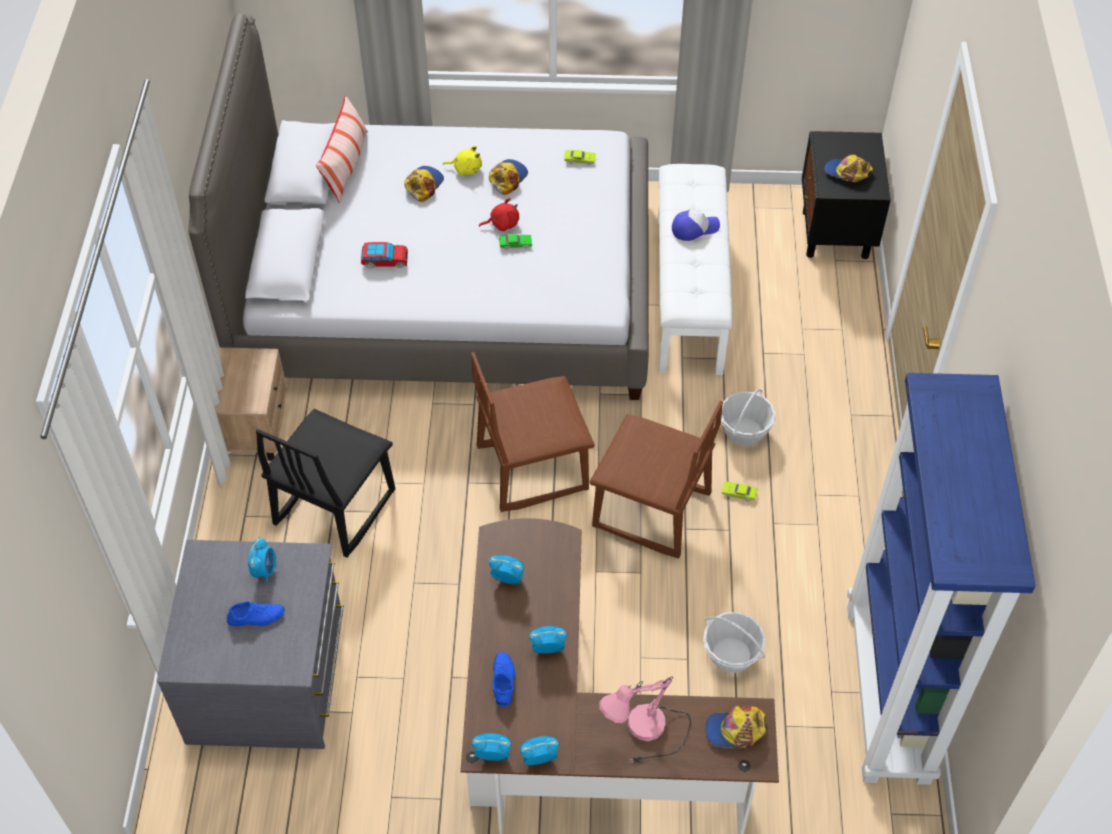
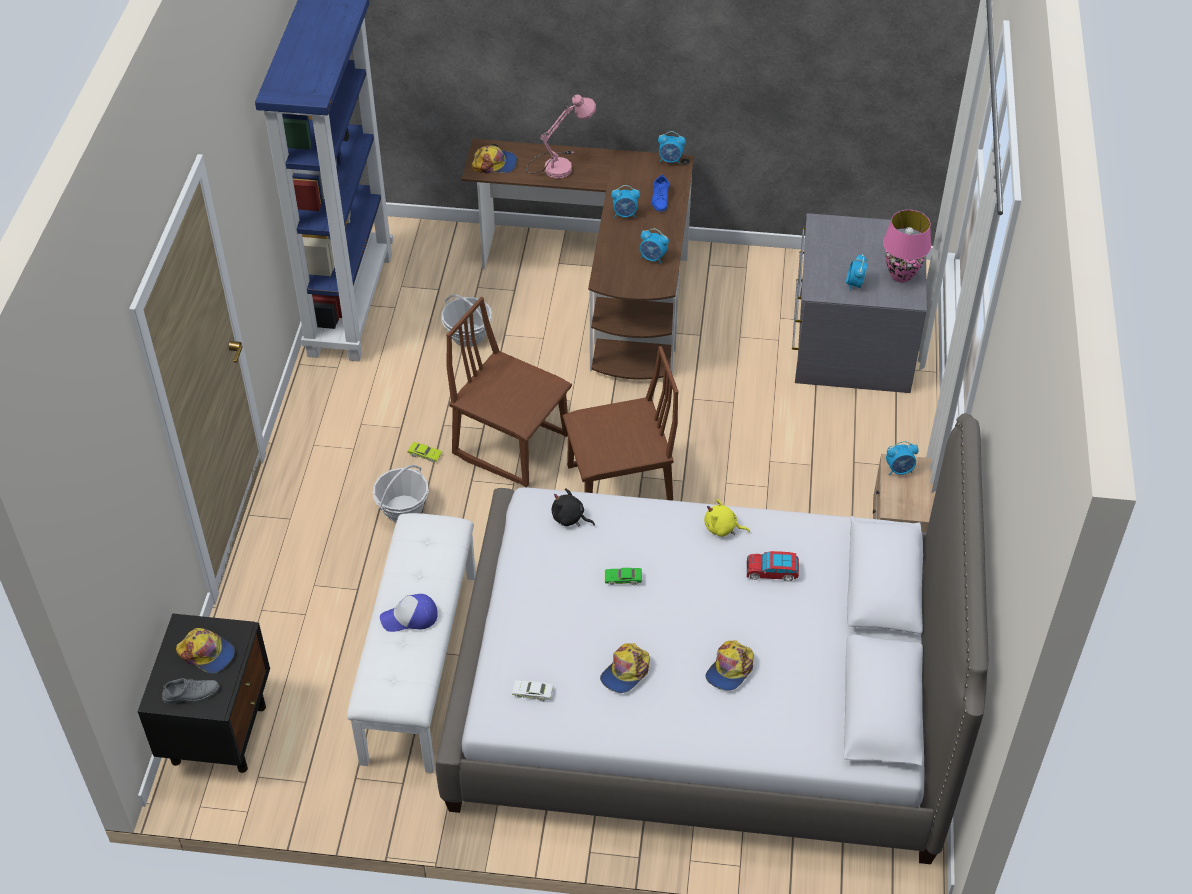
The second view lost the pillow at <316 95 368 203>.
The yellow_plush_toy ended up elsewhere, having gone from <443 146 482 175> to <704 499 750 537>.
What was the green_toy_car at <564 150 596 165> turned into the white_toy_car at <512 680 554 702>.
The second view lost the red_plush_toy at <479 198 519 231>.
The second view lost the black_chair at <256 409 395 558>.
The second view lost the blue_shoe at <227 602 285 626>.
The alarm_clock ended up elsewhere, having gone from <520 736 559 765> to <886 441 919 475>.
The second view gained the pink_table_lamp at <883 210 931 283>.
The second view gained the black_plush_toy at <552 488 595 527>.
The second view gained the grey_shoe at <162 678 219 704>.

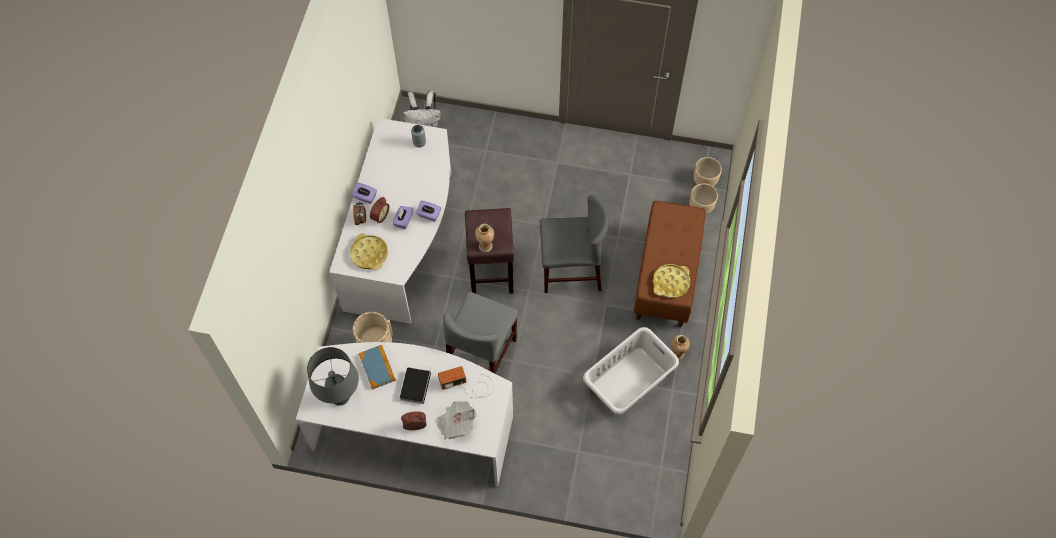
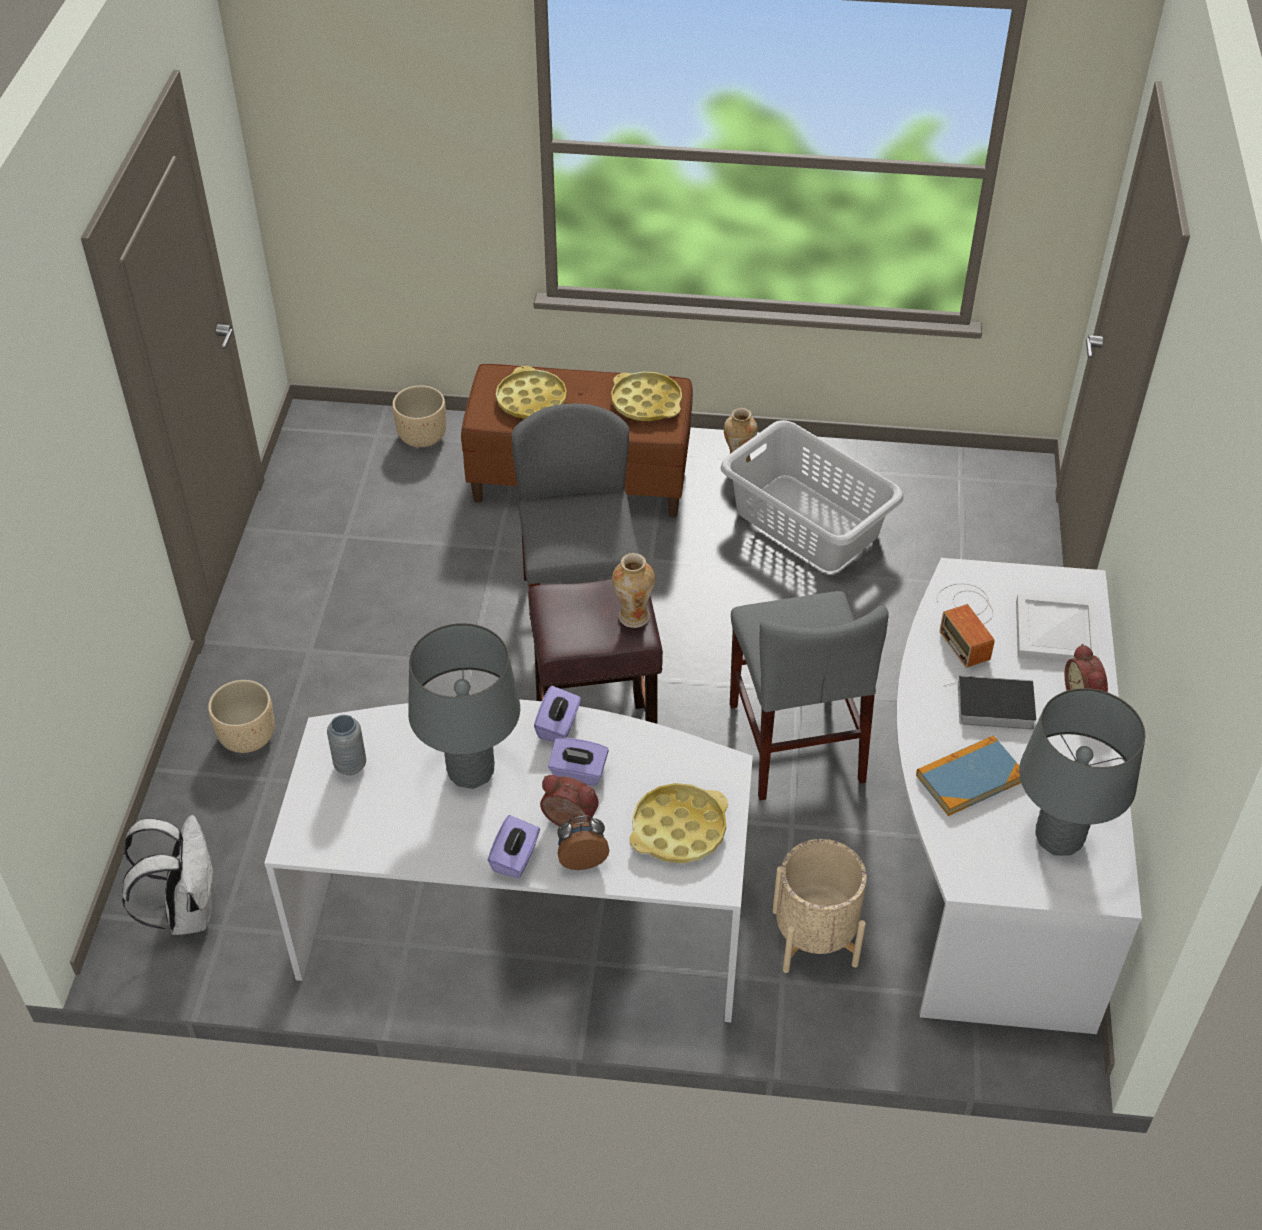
The beige_planter ended up elsewhere, having gone from <694 157 722 187> to <208 680 275 753>.
The grey_chair at <443 292 519 373> ended up facing another way, 60 degrees clockwise from before.
Where the newspaper stood at <435 401 477 440>, the white_tray came to stand at <1016 594 1099 662>.
The second view gained the yellow_tray at <496 366 567 419>.
The second view gained the grey_table_lamp at <408 623 520 789>.

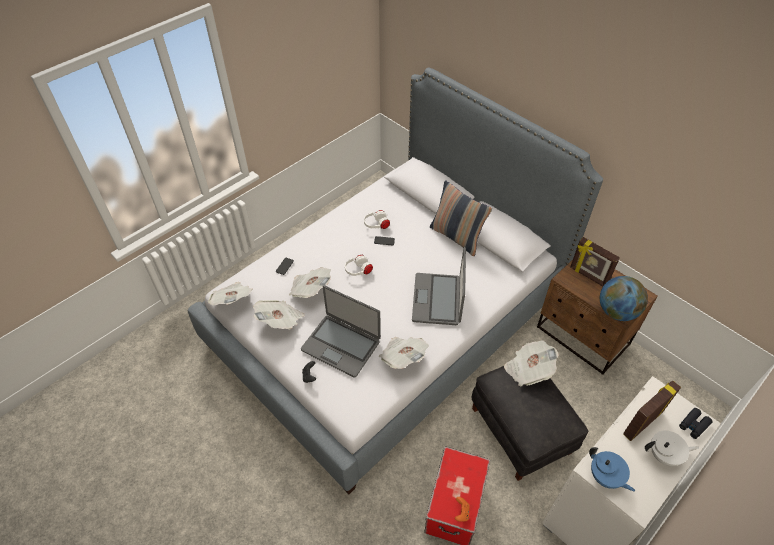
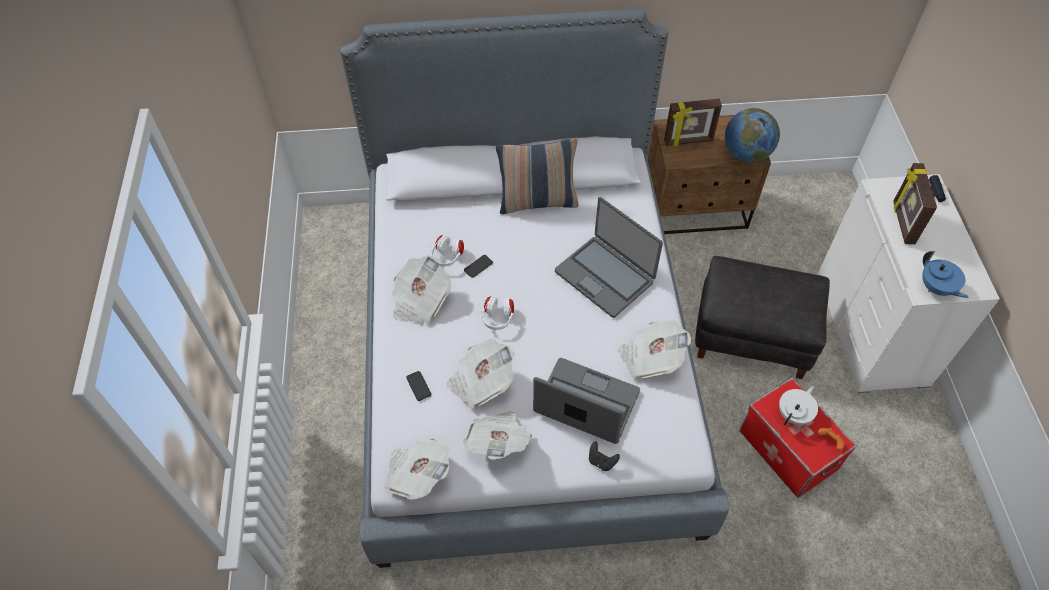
The laptop at <301 285 381 378> ended up facing another way, 135 degrees counterclockwise from before.
The newspaper ended up elsewhere, having gone from <504 340 559 387> to <392 256 451 323>.
The white_teapot ended up elsewhere, having gone from <645 430 699 466> to <779 385 818 426>.
The blue_teapot at <589 447 635 492> ended up facing another way, 60 degrees clockwise from before.

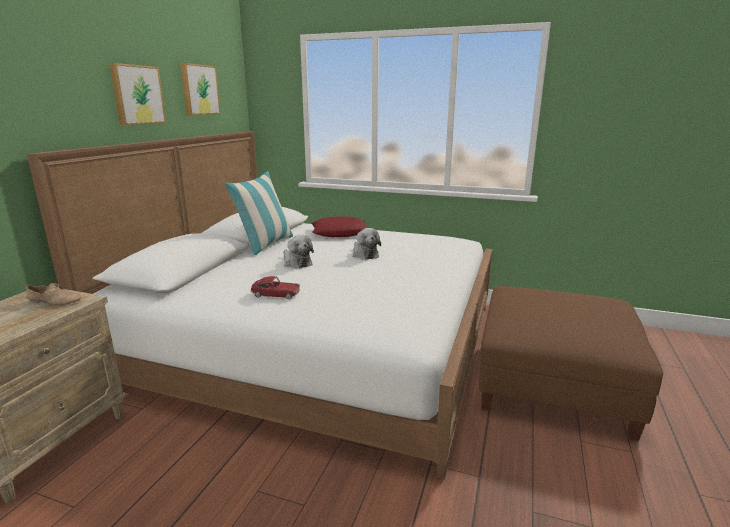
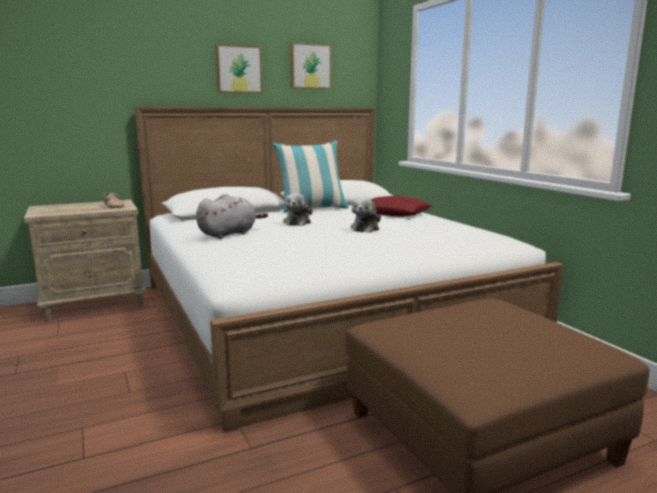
Where the toy_car stood at <250 276 300 299>, the grey_plush_toy came to stand at <196 194 268 239>.

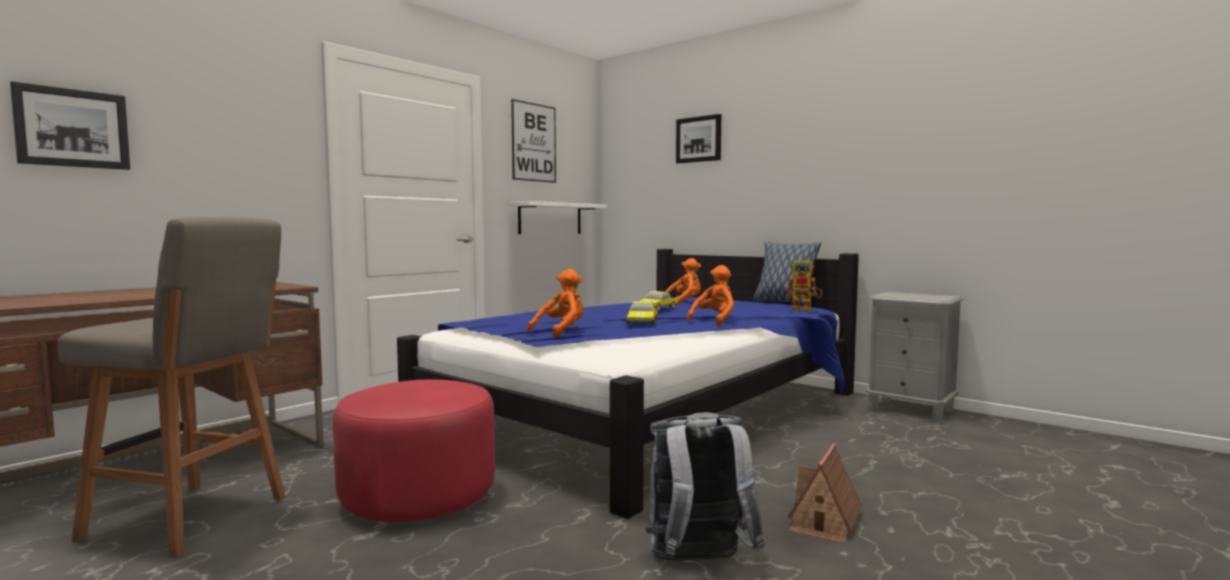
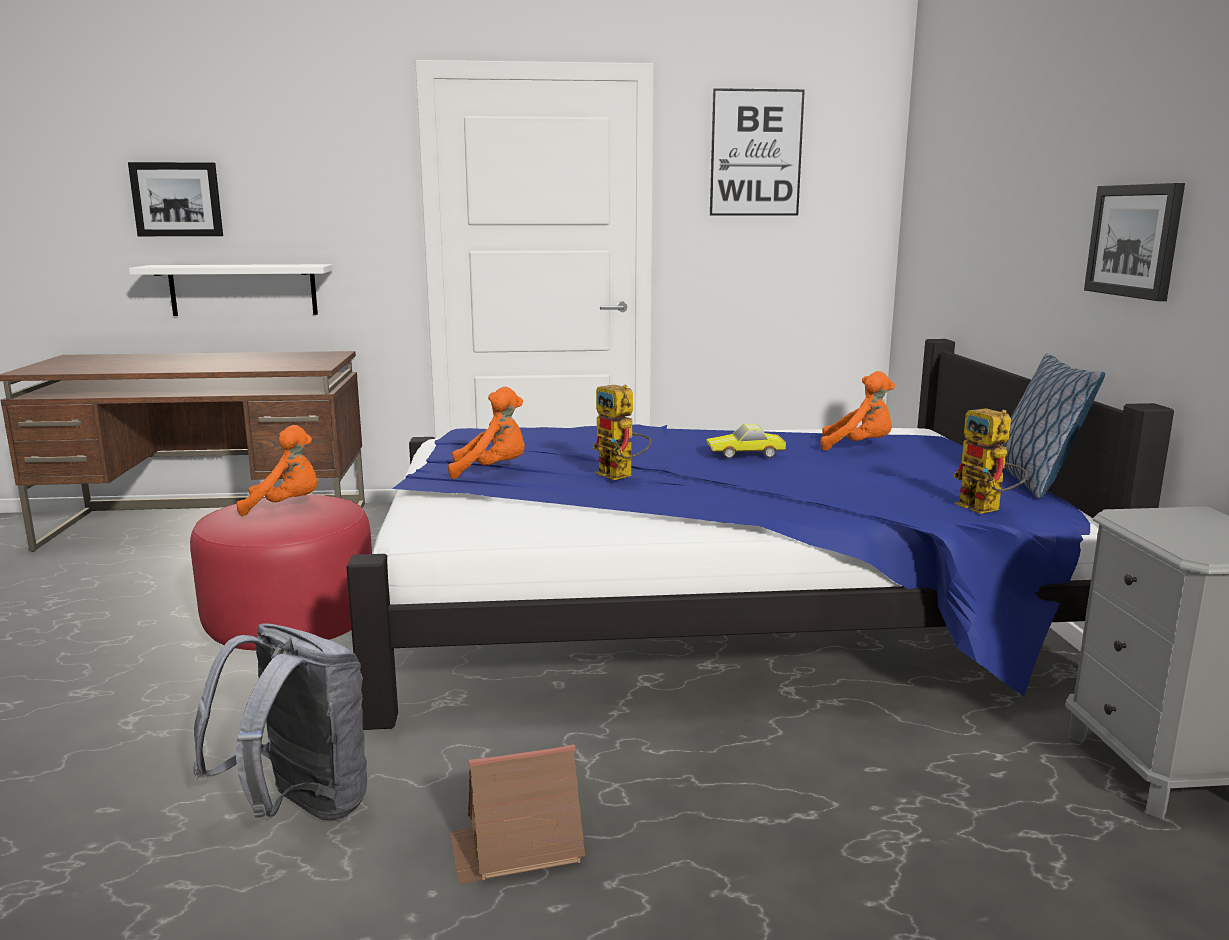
The picture ended up elsewhere, having gone from <676 114 721 164> to <1084 183 1185 301>.
The white_shelf ended up elsewhere, having gone from <509 201 607 234> to <129 264 333 316>.
The second view lost the grey_stool at <57 217 285 558>.
The orange_plush_toy ended up elsewhere, having gone from <687 265 734 326> to <237 425 318 516>.
Where the toy_car stood at <626 301 658 324>, the toy_robot came to stand at <593 385 651 480>.

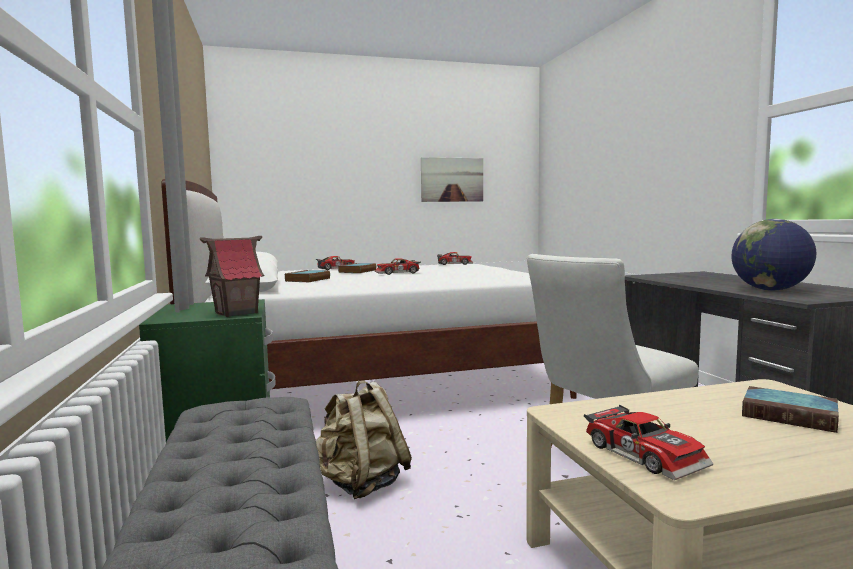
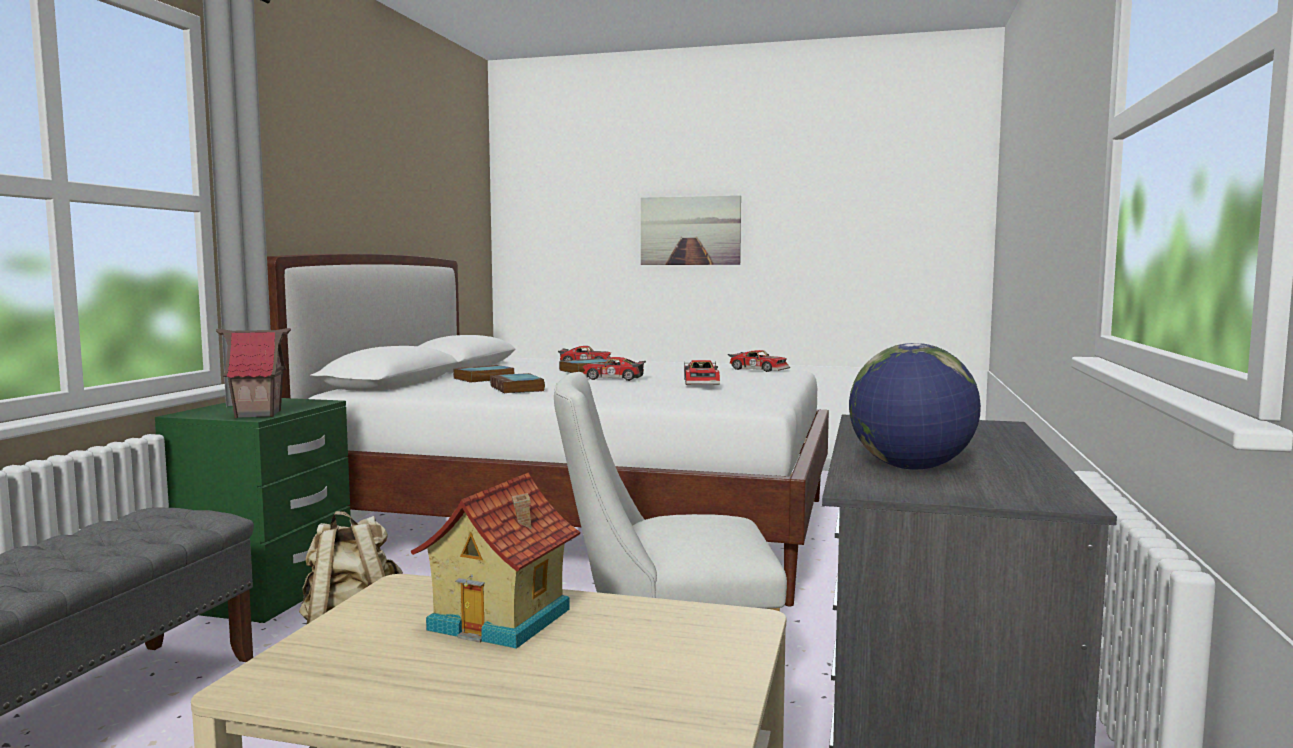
The picture ended up elsewhere, having gone from <421 157 483 202> to <641 195 741 265>.
The book ended up elsewhere, having gone from <742 386 839 433> to <490 373 545 393>.
The toy_car ended up elsewhere, having gone from <584 405 713 480> to <684 360 720 385>.
The second view gained the toy_house at <411 472 580 649>.

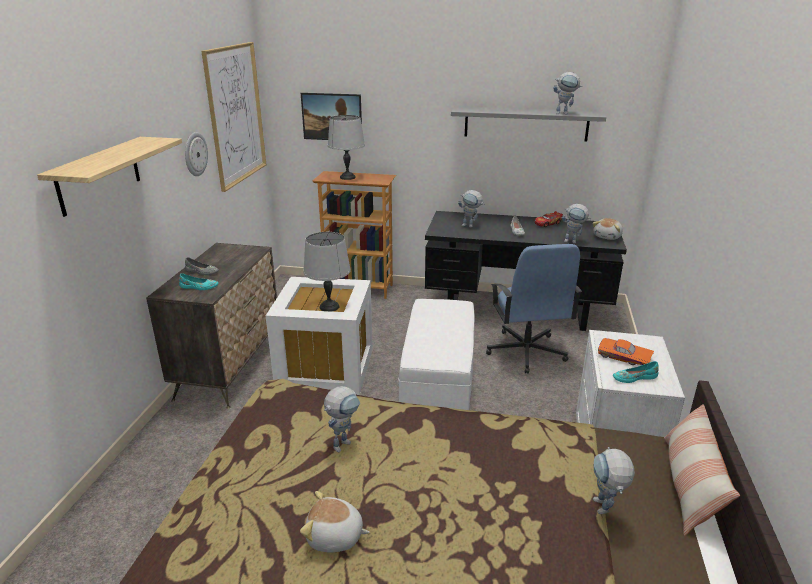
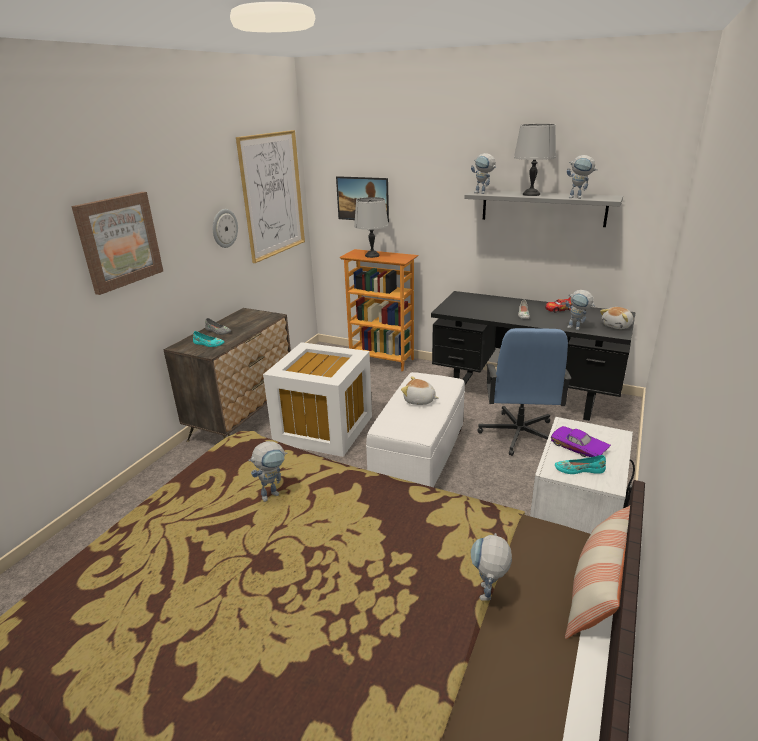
Where the shelf hung at <37 137 182 217>, the picture came to hang at <71 192 163 295>.
The toy_robot ended up elsewhere, having gone from <458 190 484 228> to <471 153 497 194>.
The grey_table_lamp ended up elsewhere, having gone from <303 232 351 312> to <514 124 556 196>.
What was the orange_toy_car at <598 338 654 365> turned into the purple_toy_car at <551 426 611 457>.
The plush_toy ended up elsewhere, having gone from <300 491 370 553> to <401 376 439 405>.

